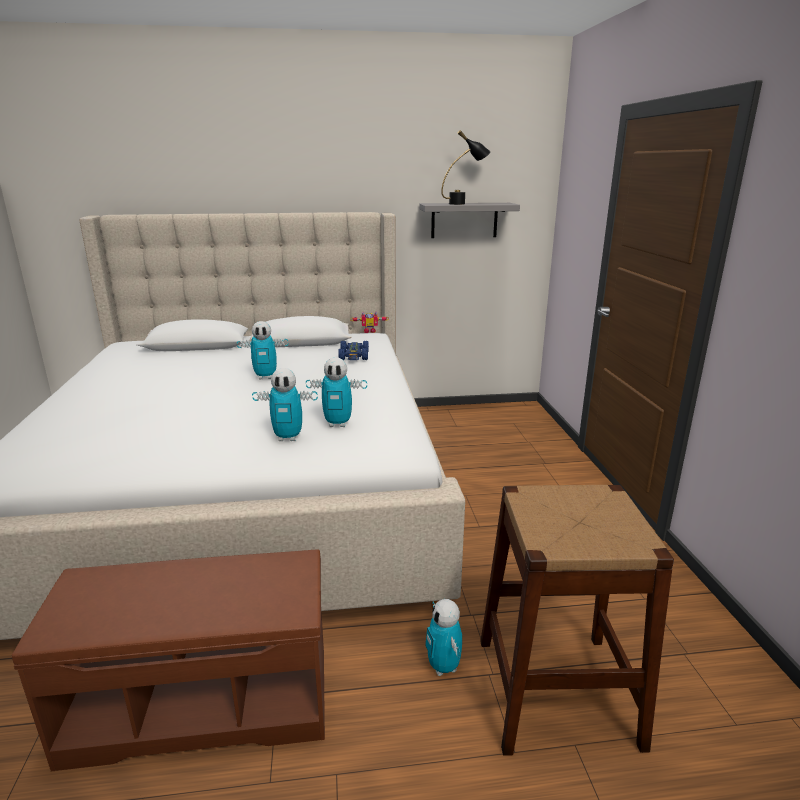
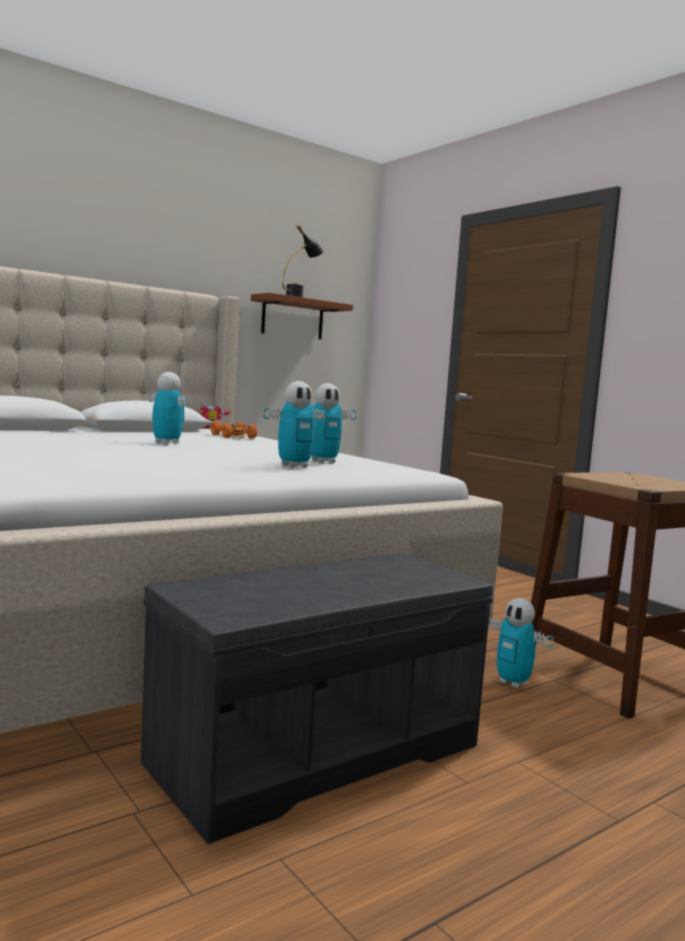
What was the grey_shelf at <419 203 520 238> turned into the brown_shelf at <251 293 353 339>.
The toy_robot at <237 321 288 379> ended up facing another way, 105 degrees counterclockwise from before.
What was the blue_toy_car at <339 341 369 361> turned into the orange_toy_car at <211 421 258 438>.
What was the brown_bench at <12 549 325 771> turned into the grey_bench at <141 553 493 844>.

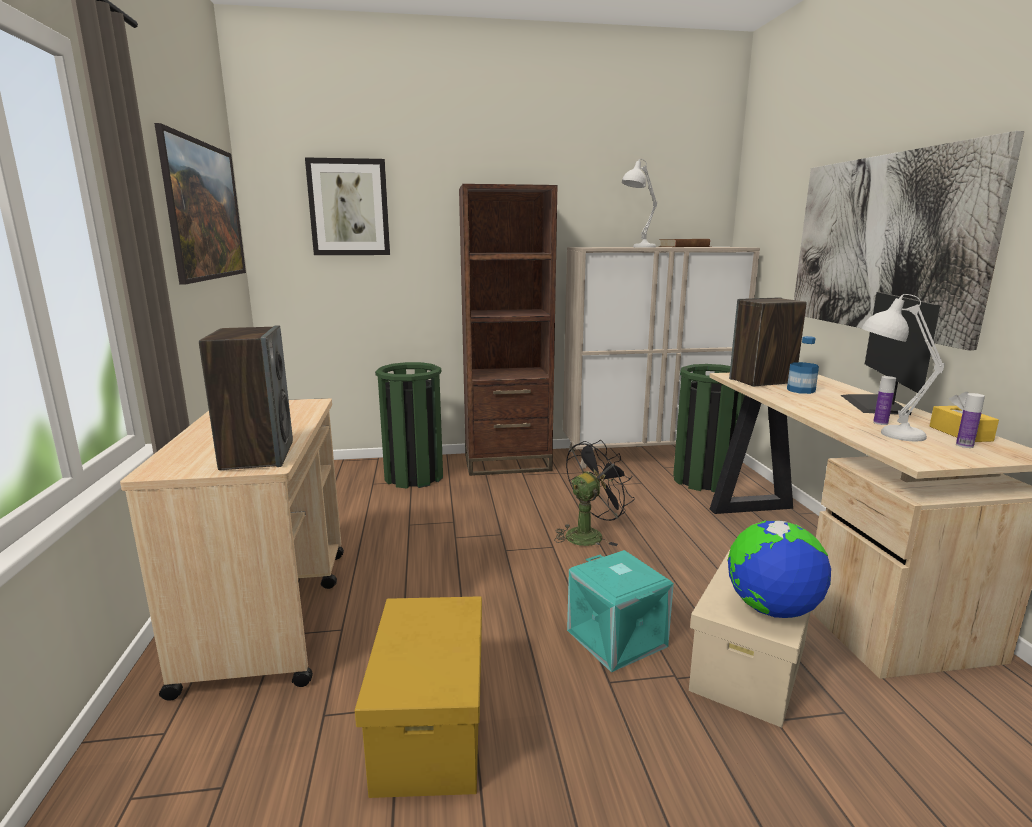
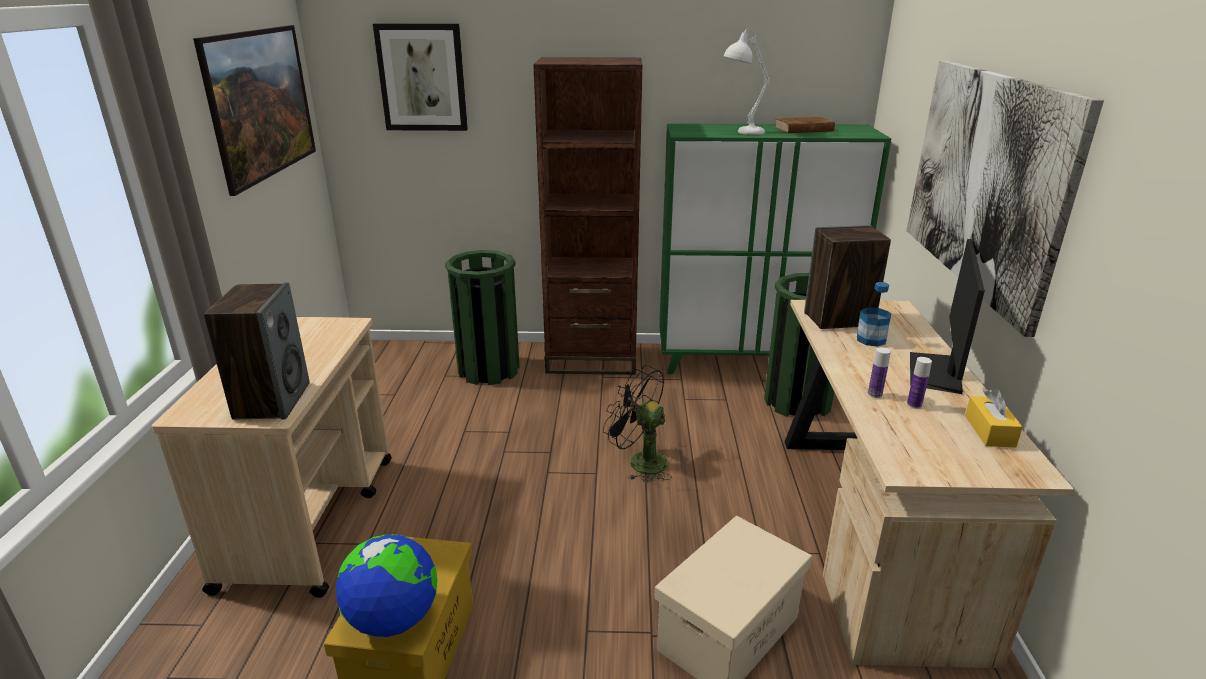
What was the beige_cabinet at <563 247 760 469> turned into the green_cabinet at <659 123 891 374>.
The second view lost the white_table_lamp at <862 294 945 441>.
The bottle ended up elsewhere, having gone from <956 393 985 448> to <868 347 891 398>.
The black_fan at <554 440 635 546> ended up facing another way, 120 degrees counterclockwise from before.
The globe ended up elsewhere, having gone from <727 520 831 618> to <336 534 438 637>.
The second view lost the turquoise_storage_box at <567 550 674 672>.

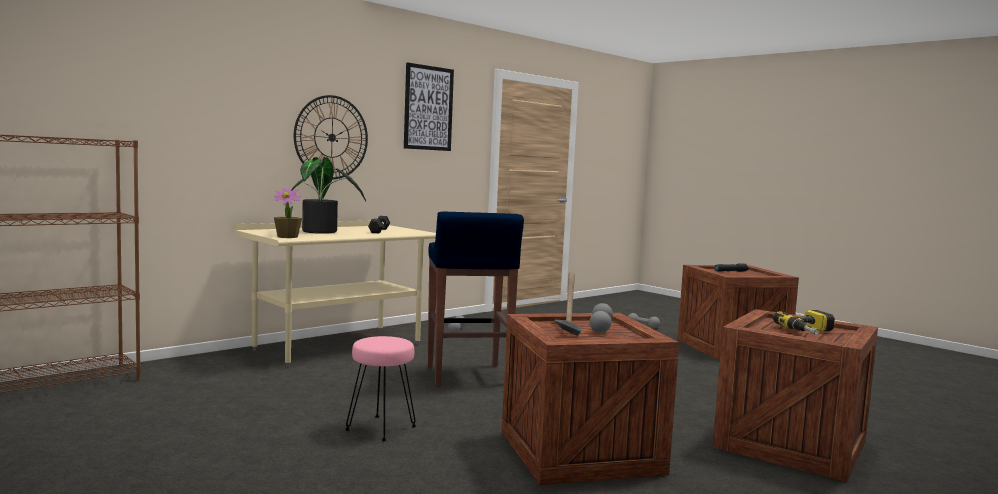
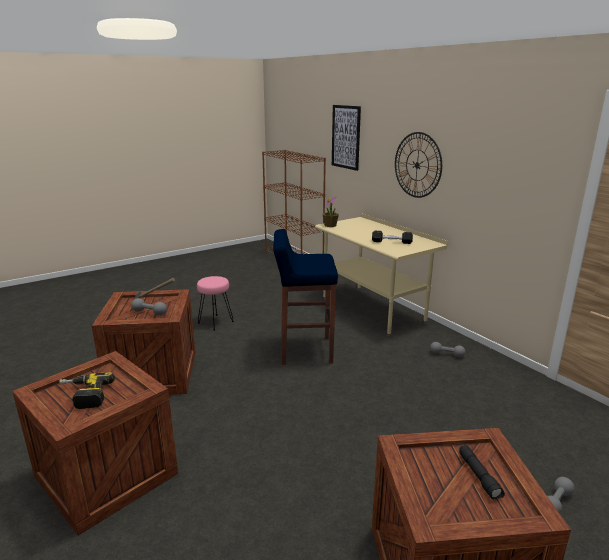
The picture ended up elsewhere, having gone from <404 62 454 151> to <332 105 361 171>.
The second view lost the potted_plant at <291 157 366 234>.

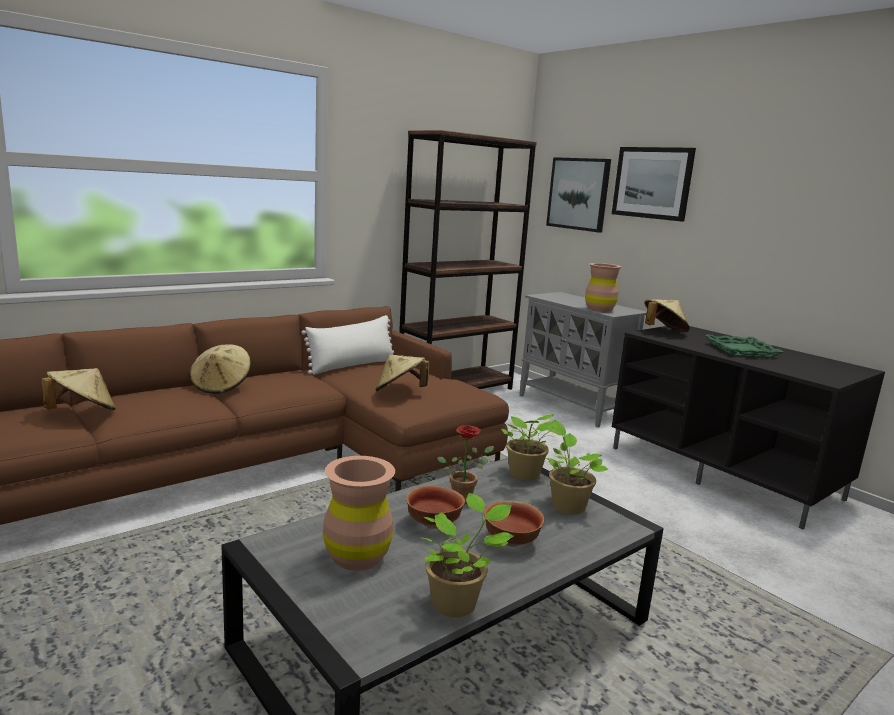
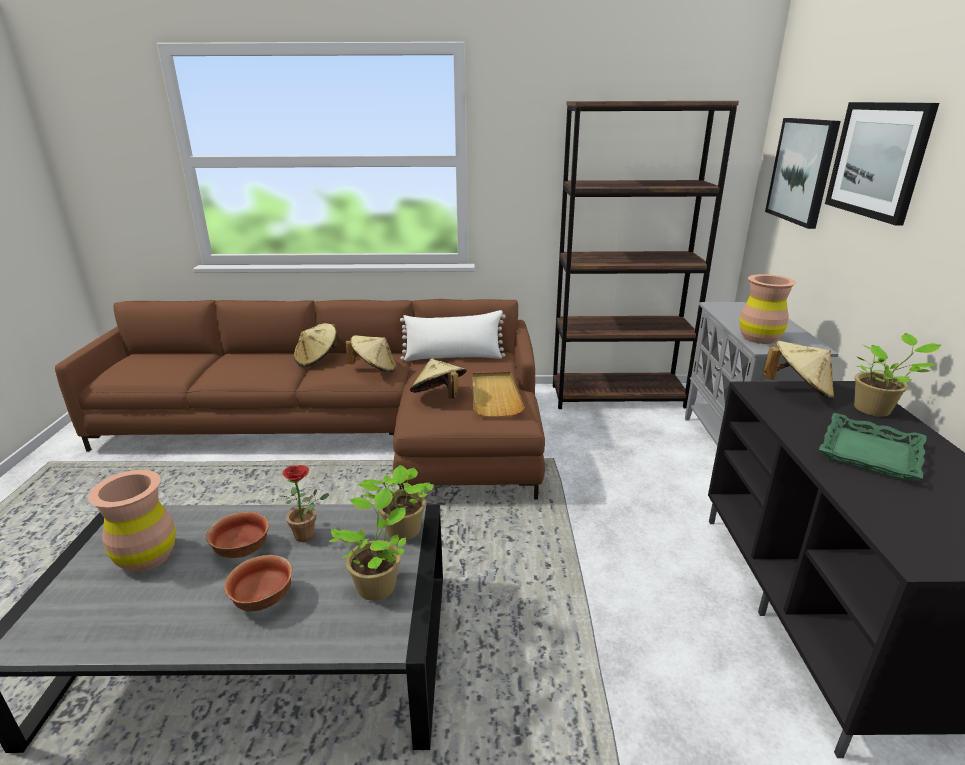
The beige_hat ended up elsewhere, having gone from <41 368 116 410> to <346 335 397 372>.
The potted_plant ended up elsewhere, having gone from <422 493 514 617> to <854 333 941 416>.
The second view gained the beige_tray at <472 372 525 417>.

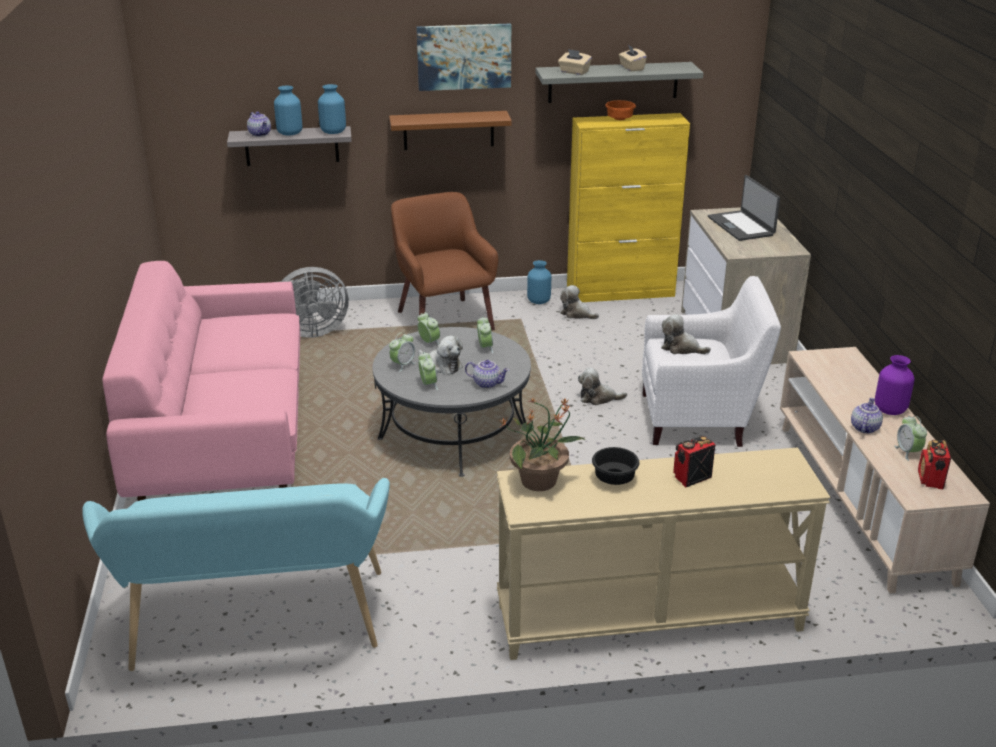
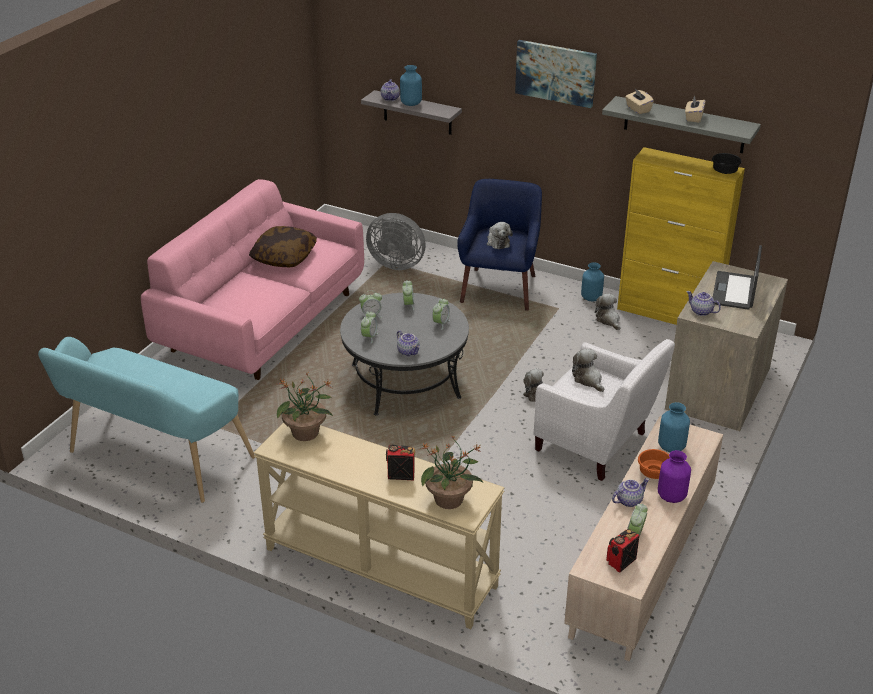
The blue_vase ended up elsewhere, having gone from <318 84 346 134> to <658 402 690 452>.
The orange_bowl ended up elsewhere, having gone from <605 100 636 120> to <638 449 670 479>.
The second view lost the brown_shelf at <389 111 512 150>.
What was the brown_armchair at <391 192 498 331> turned into the blue_armchair at <457 179 542 311>.
The plush_toy ended up elsewhere, having gone from <418 335 463 375> to <487 222 513 249>.
The black_bowl ended up elsewhere, having gone from <592 447 640 485> to <712 153 742 174>.
The second view gained the pillow at <249 226 317 267>.
The second view gained the teapot at <686 291 721 316>.
The second view gained the potted_plant at <421 436 483 509>.

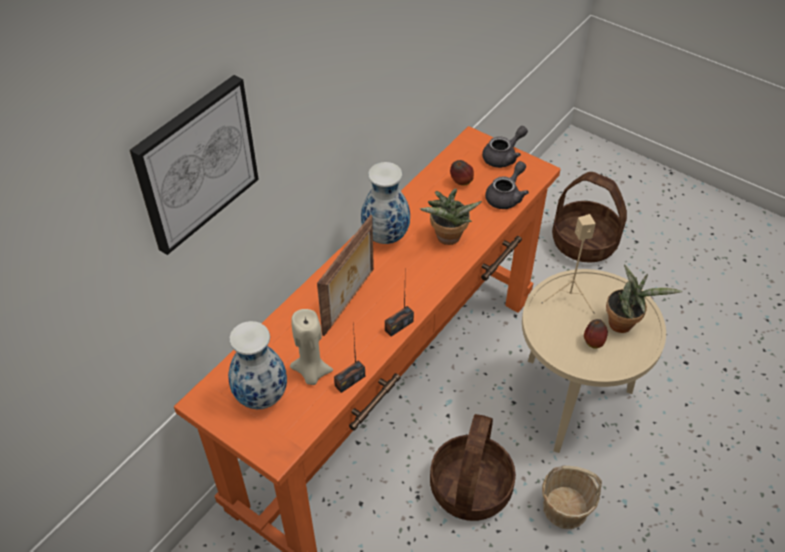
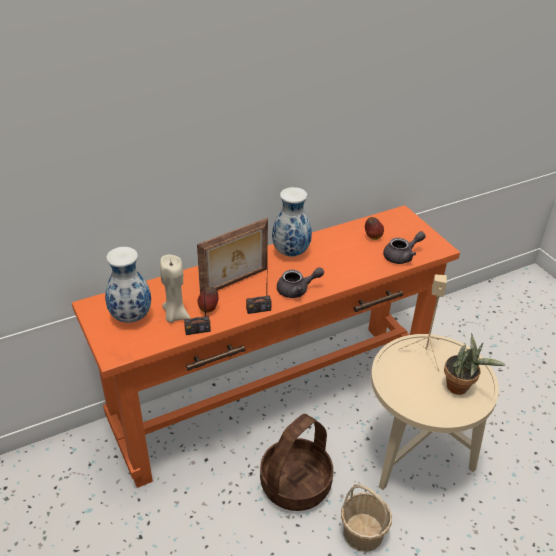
The second view lost the picture at <130 75 259 255>.
The grey_teapot ended up elsewhere, having gone from <482 126 528 168> to <277 267 324 298>.
The second view lost the basket at <552 172 627 263>.
The second view lost the potted_plant at <420 189 482 245>.
The apple ended up elsewhere, having gone from <584 319 608 349> to <198 287 219 313>.

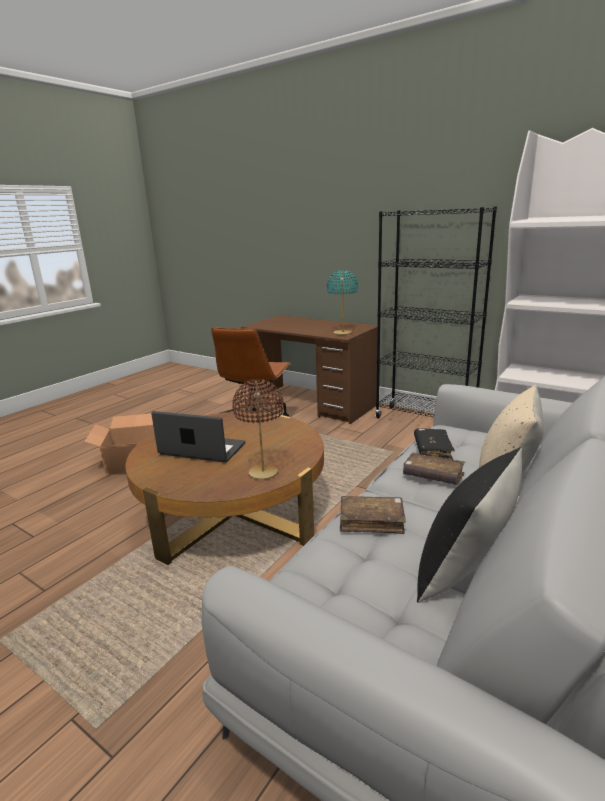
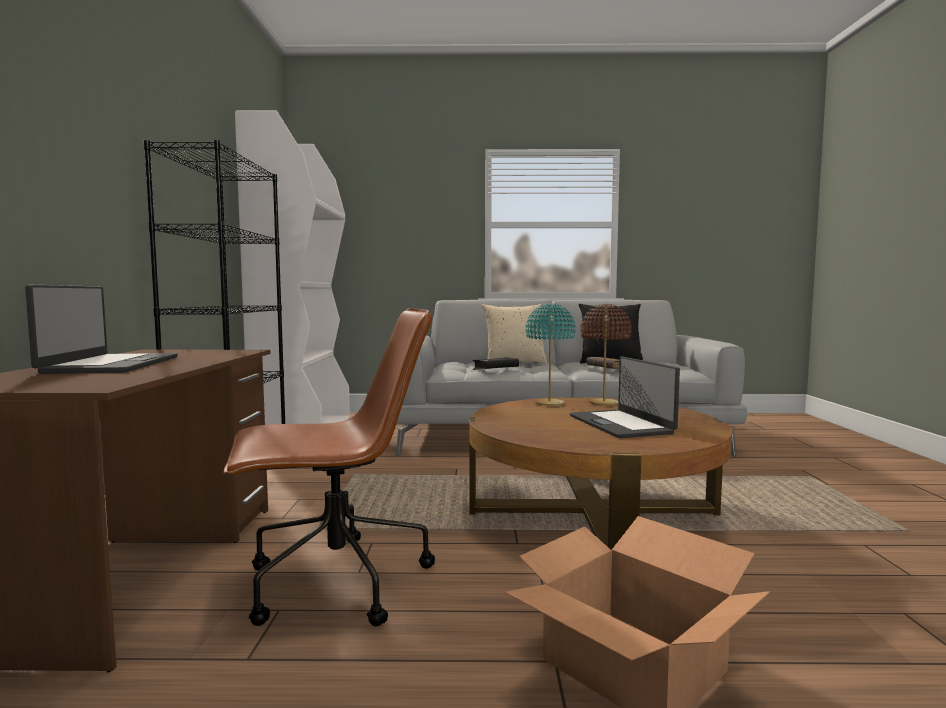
The turquoise_table_lamp ended up elsewhere, having gone from <327 270 358 335> to <525 304 576 405>.
The second view lost the brown_book at <403 452 465 485>.
The second view gained the laptop at <25 285 178 374>.

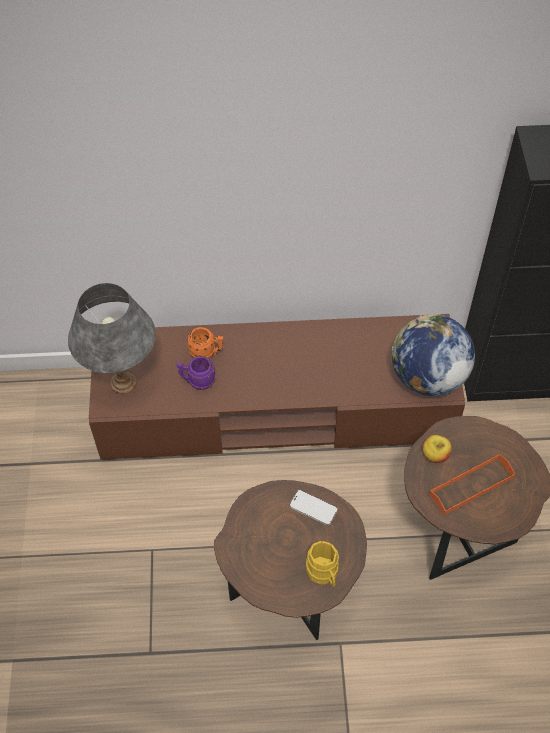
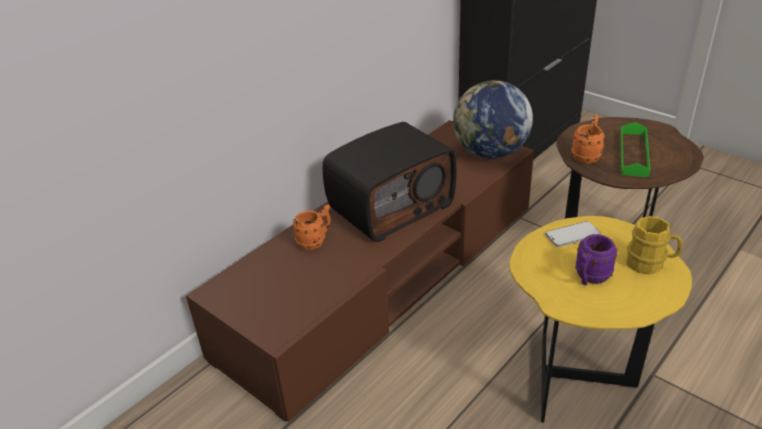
The second view lost the grey_table_lamp at <68 283 156 394>.
The purple_mug ended up elsewhere, having gone from <176 356 215 390> to <575 234 618 285>.
Where the apple stood at <423 435 451 463>, the orange_mug came to stand at <571 116 605 164>.
What was the orange_tray at <429 454 515 515> turned into the green_tray at <620 122 651 177>.
What was the brown_side_table at <214 480 367 640> turned into the yellow_side_table at <509 216 692 422>.
The second view gained the radio at <323 122 456 242>.

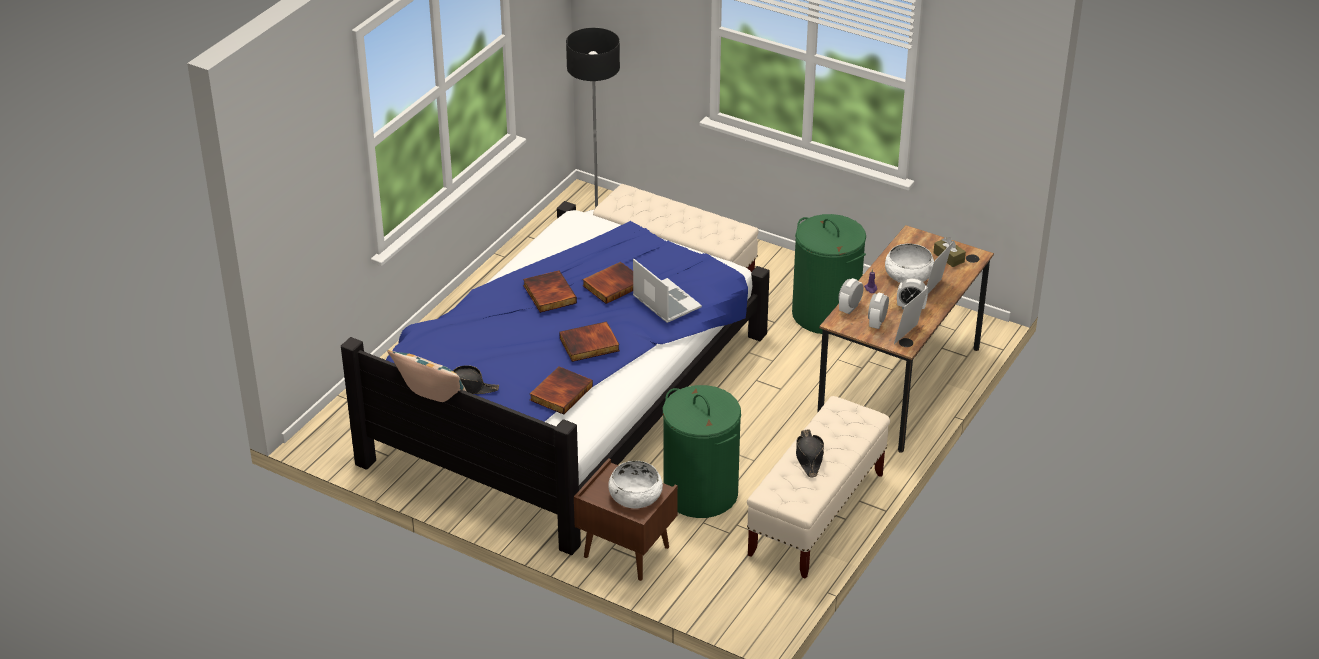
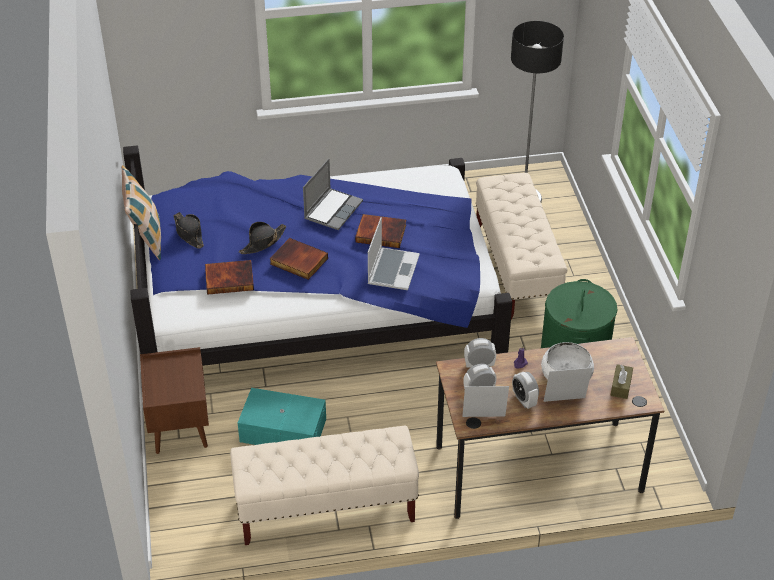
Where the book stood at <523 270 577 313>, the laptop came to stand at <303 158 363 230>.
Where the green_laundry_basket stood at <663 385 741 518>, the turquoise_storage_box came to stand at <238 388 326 445>.
The black_hat ended up elsewhere, having gone from <796 430 824 478> to <239 222 287 254>.
The second view lost the white_bowl at <608 461 663 508>.

